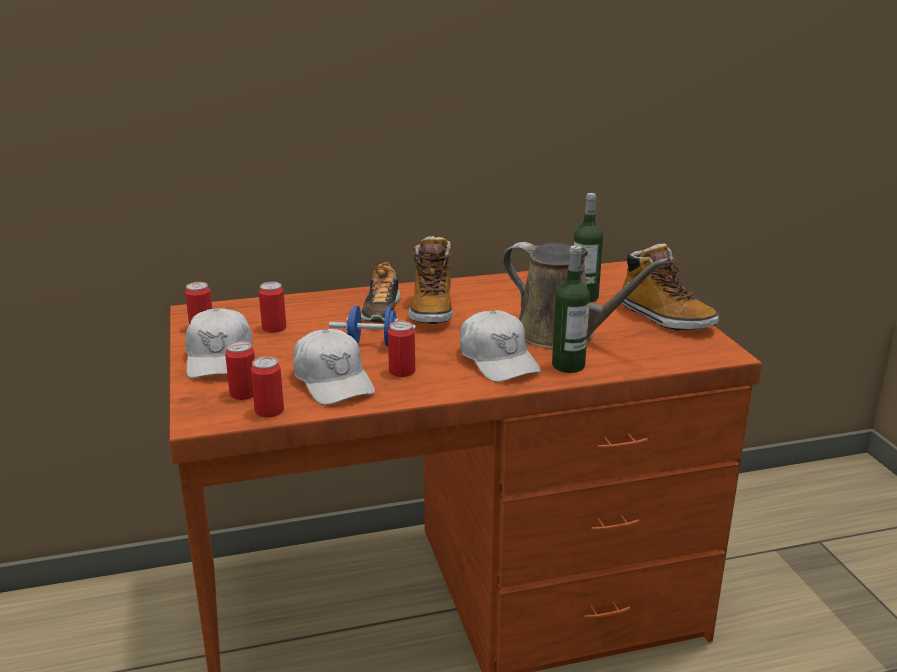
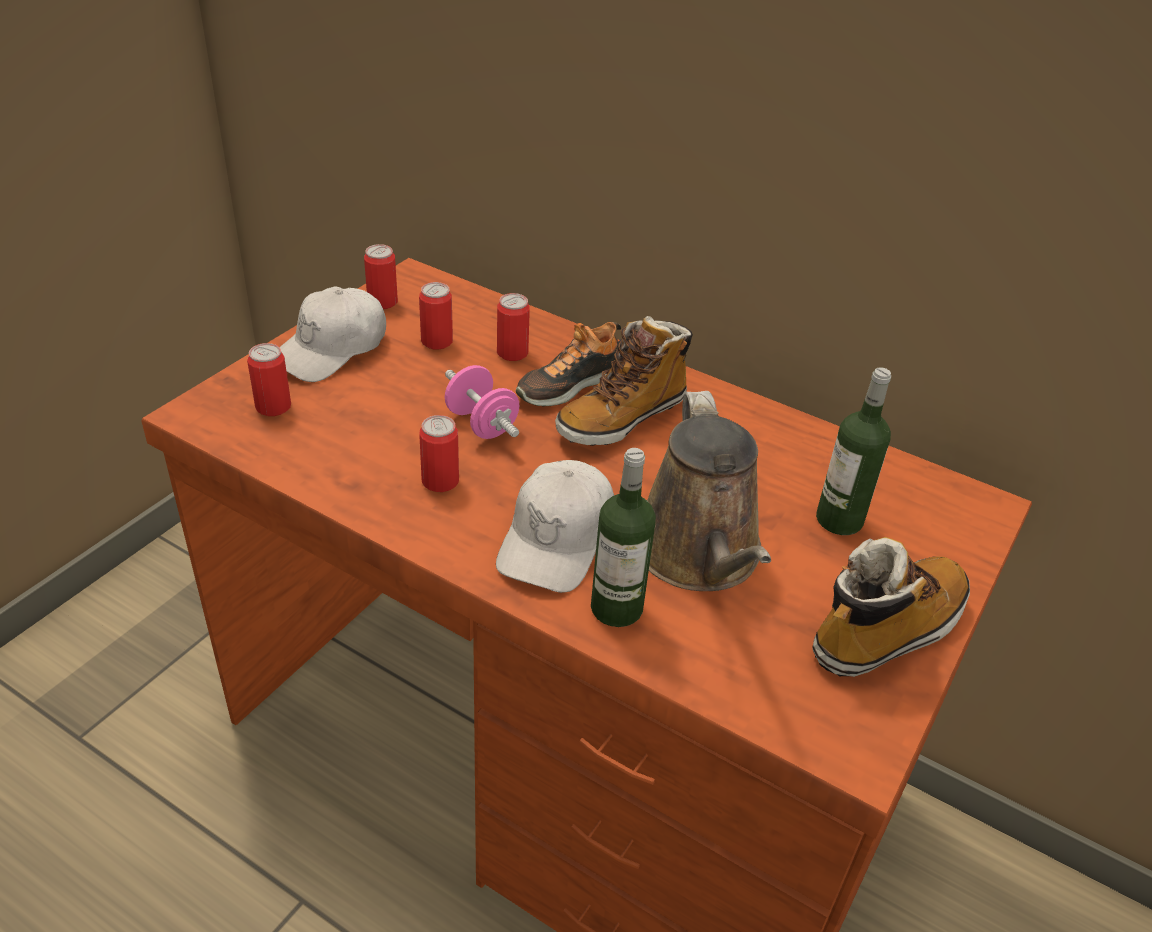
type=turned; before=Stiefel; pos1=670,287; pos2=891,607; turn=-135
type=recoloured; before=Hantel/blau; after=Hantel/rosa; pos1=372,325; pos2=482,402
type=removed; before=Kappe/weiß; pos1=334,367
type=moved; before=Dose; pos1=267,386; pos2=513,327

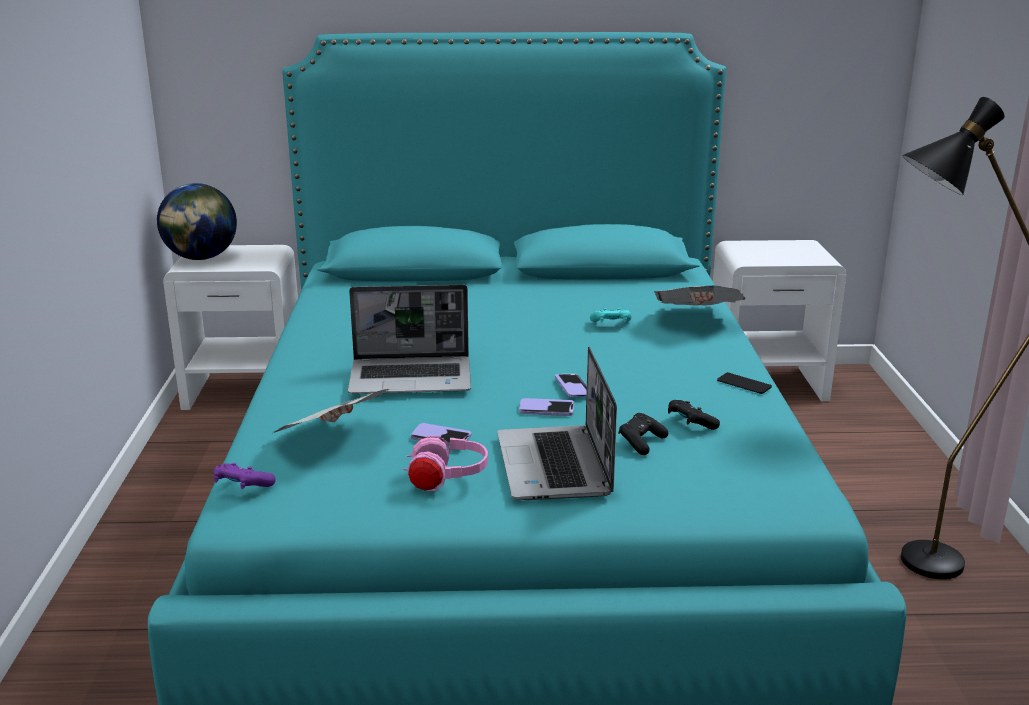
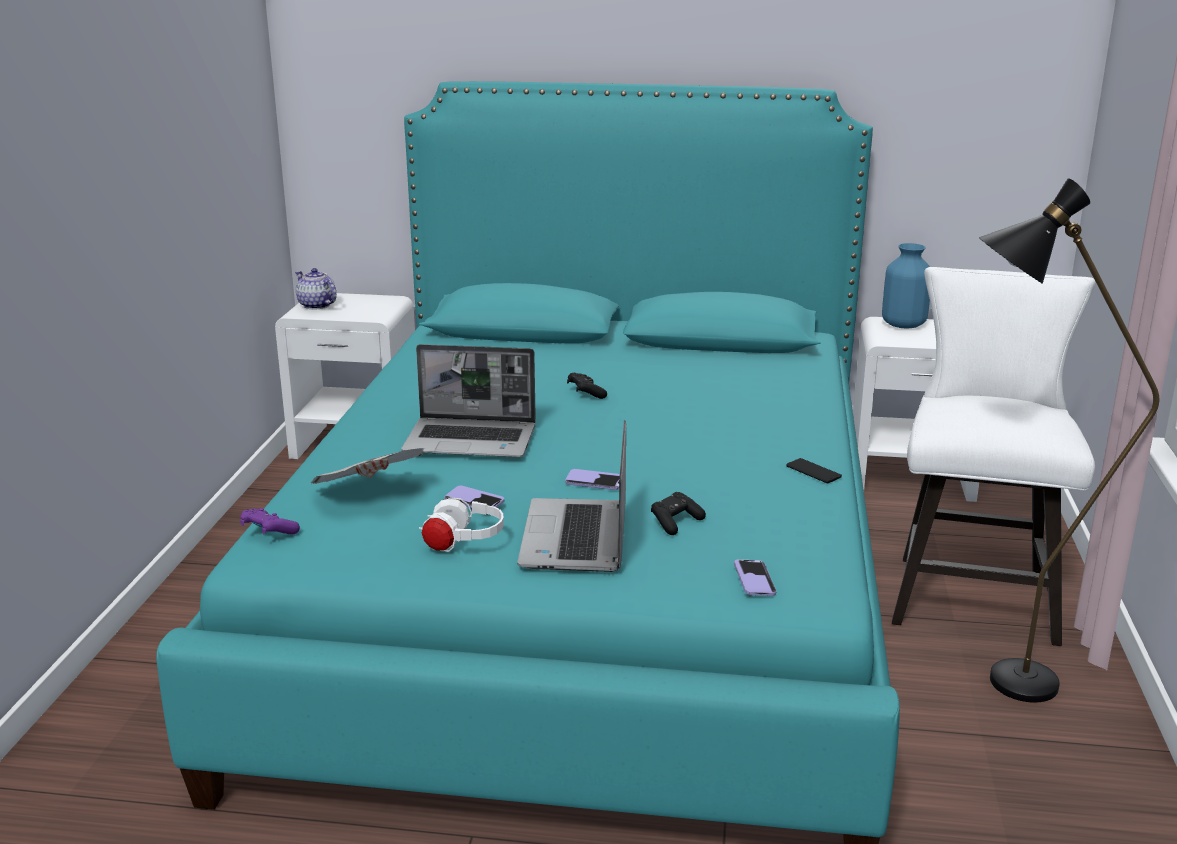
type=replaced; before=Globus; after=Teekanne; pos1=197,221; pos2=316,288
type=removed; before=Zeitung; pos1=700,295
type=removed; before=Gamepad/türkis; pos1=611,315
type=moved; before=Handy; pos1=571,385; pos2=755,577
type=moved; before=Gamepad/schwarz; pos1=694,415; pos2=587,386
type=recoloured; before=Kopfhörer/rosa; after=Kopfhörer/weiß; pos1=446,463; pos2=461,524
type=added; after=Vase/blau; pos2=906,286
type=added; after=Stuhl/weiß; pos2=994,456

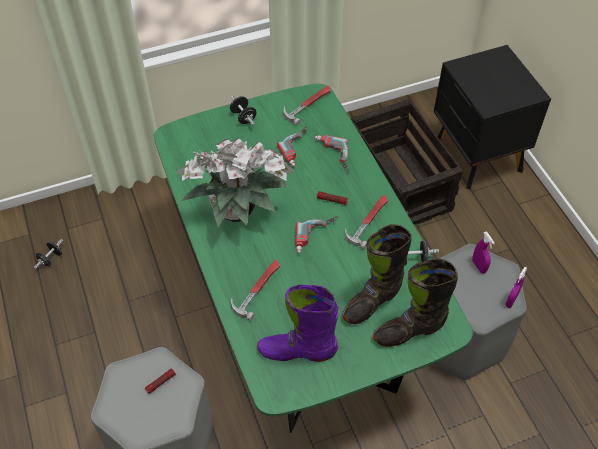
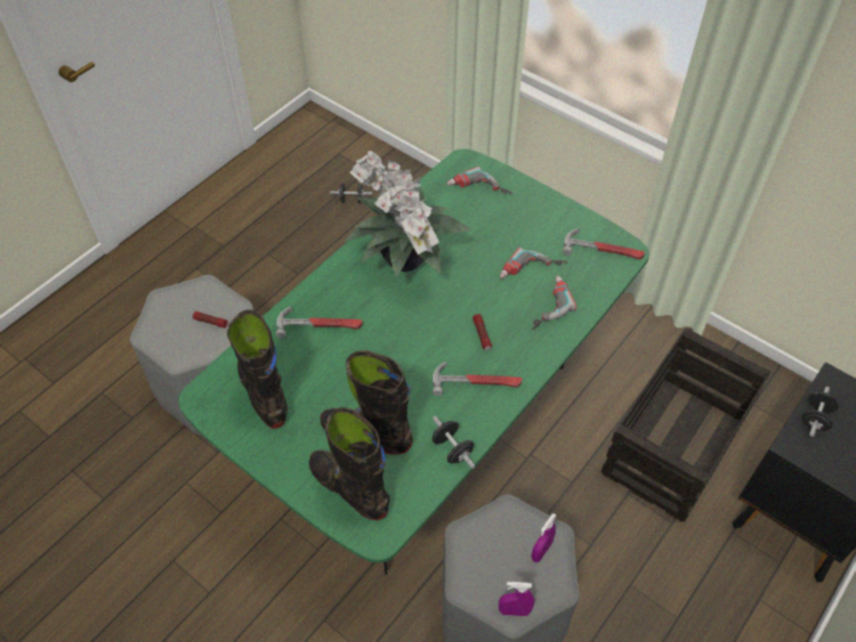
type=moved; before=Hantel/schwarz; pos1=243,110; pos2=820,412
type=moved; before=Bohrmaschine; pos1=316,235; pos2=479,180
type=recoloured; before=Stiefel/lila; after=Stiefel/schwarz; pos1=298,323; pos2=257,369

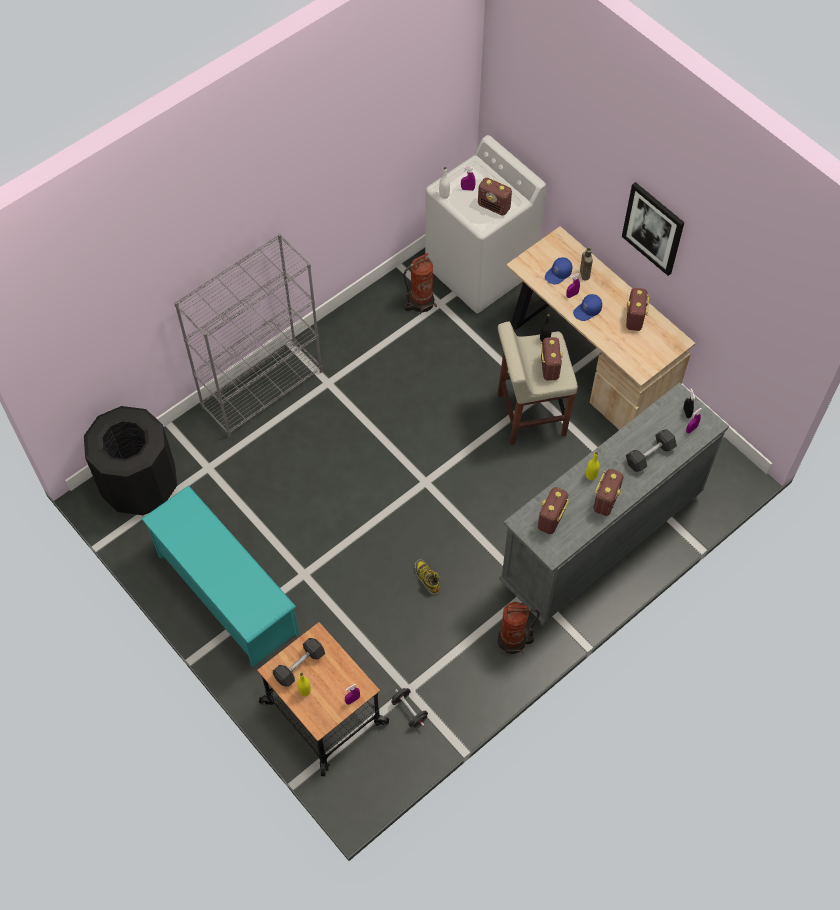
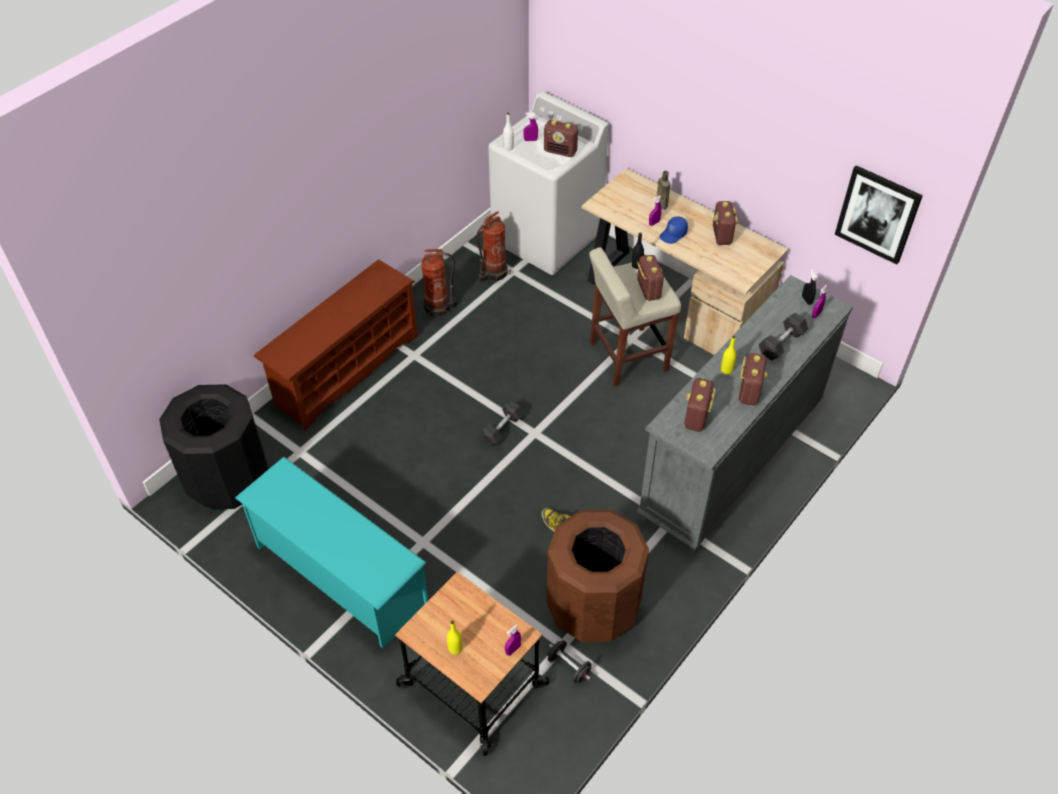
type=moved; before=Bild; pos1=653,229; pos2=879,215
type=replaced; before=Bücherregal/grau; after=Schuhregal/braun; pos1=248,335; pos2=336,345
type=removed; before=Kappe/blau; pos1=558,271
type=moved; before=Feuerlöscher; pos1=519,628; pos2=439,283
type=moved; before=Hantel/grau; pos1=299,662; pos2=502,423
type=added; after=Mülleimer/braun; pos2=598,576

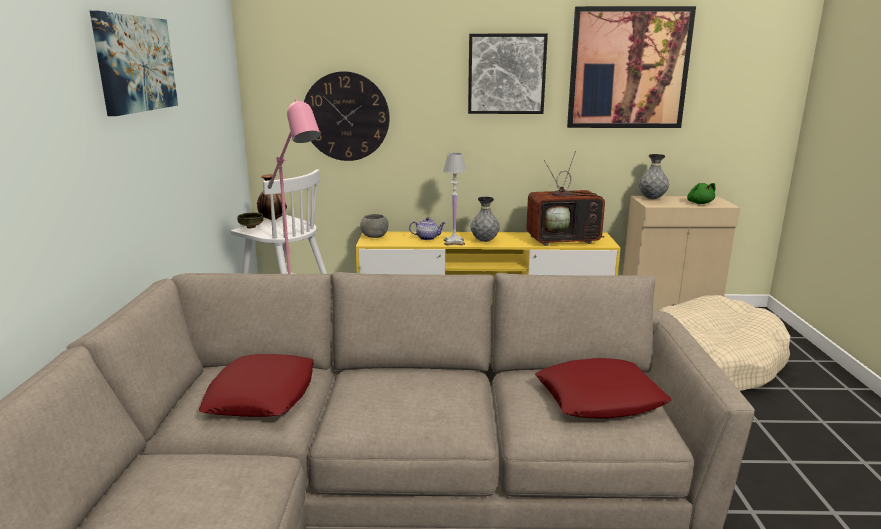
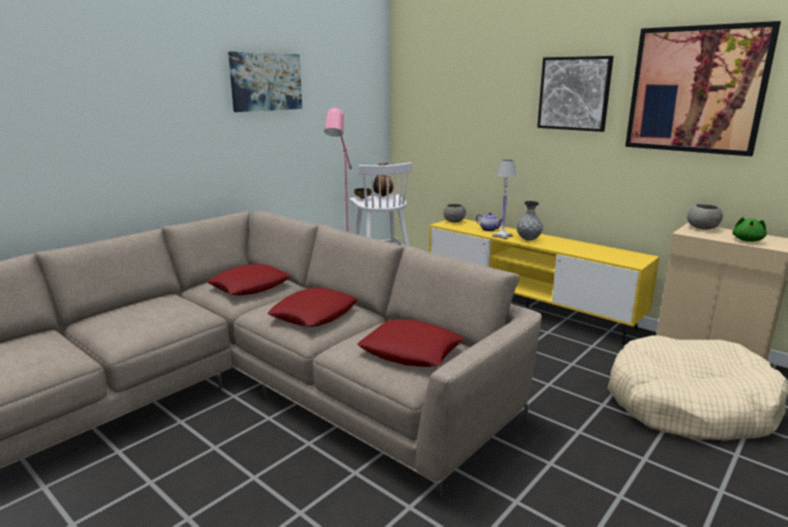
type=removed; before=Wanduhr; pos1=347,116
type=removed; before=Fernseher; pos1=565,198
type=replaced; before=Vase/grau; after=Schüssel/grau; pos1=654,176; pos2=705,217
type=added; after=Kissen/rot; pos2=312,307

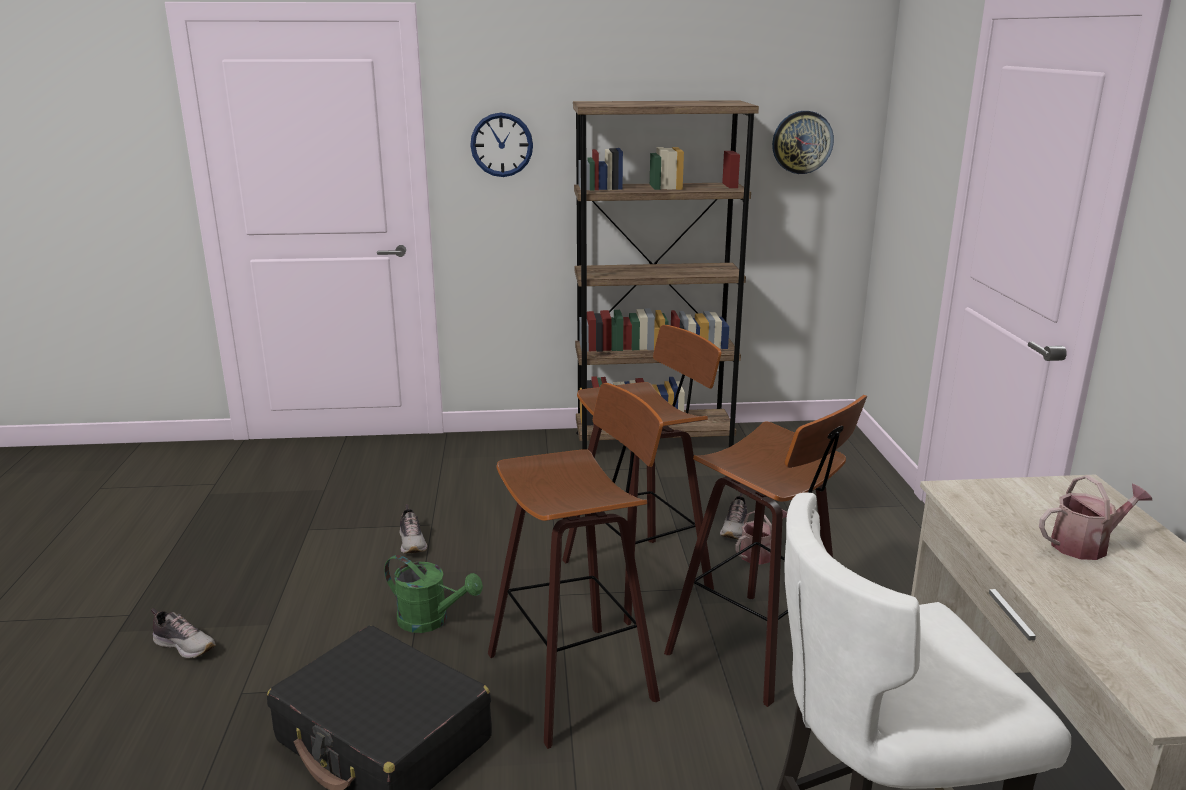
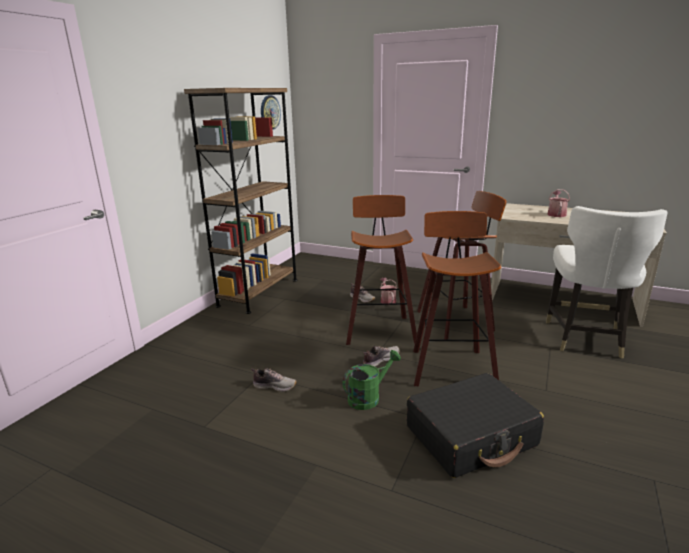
type=removed; before=Wanduhr; pos1=501,145
type=moved; before=Schuh; pos1=183,633; pos2=381,356

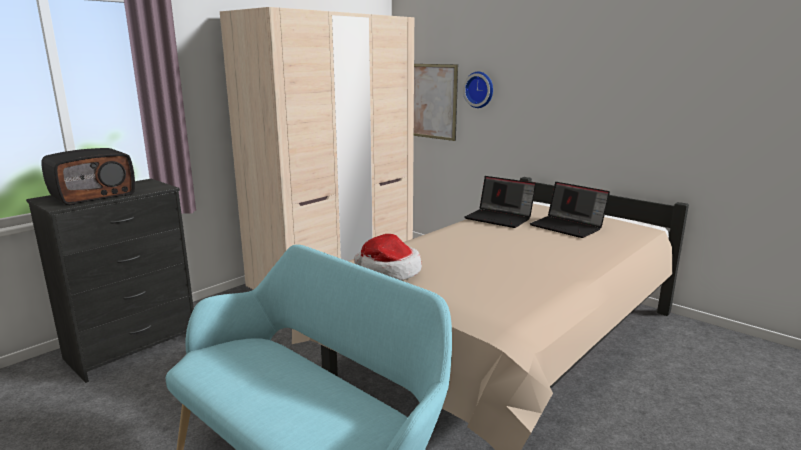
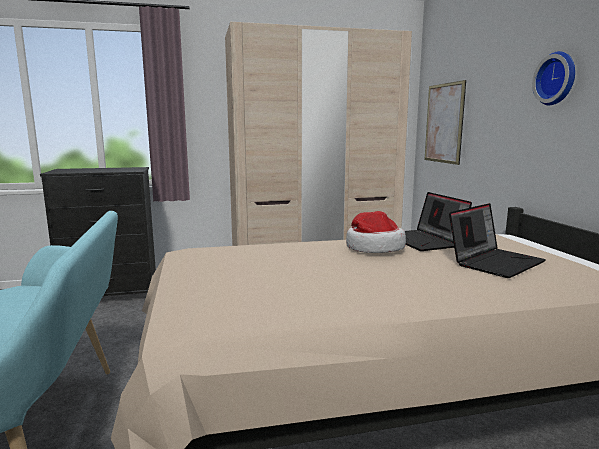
type=moved; before=Wanduhr; pos1=478,90; pos2=553,78
type=removed; before=Radio; pos1=88,176
type=turned; before=Laptop; pos1=570,210; pos2=497,240; turn=-120
type=moved; before=Hut; pos1=388,257; pos2=376,232

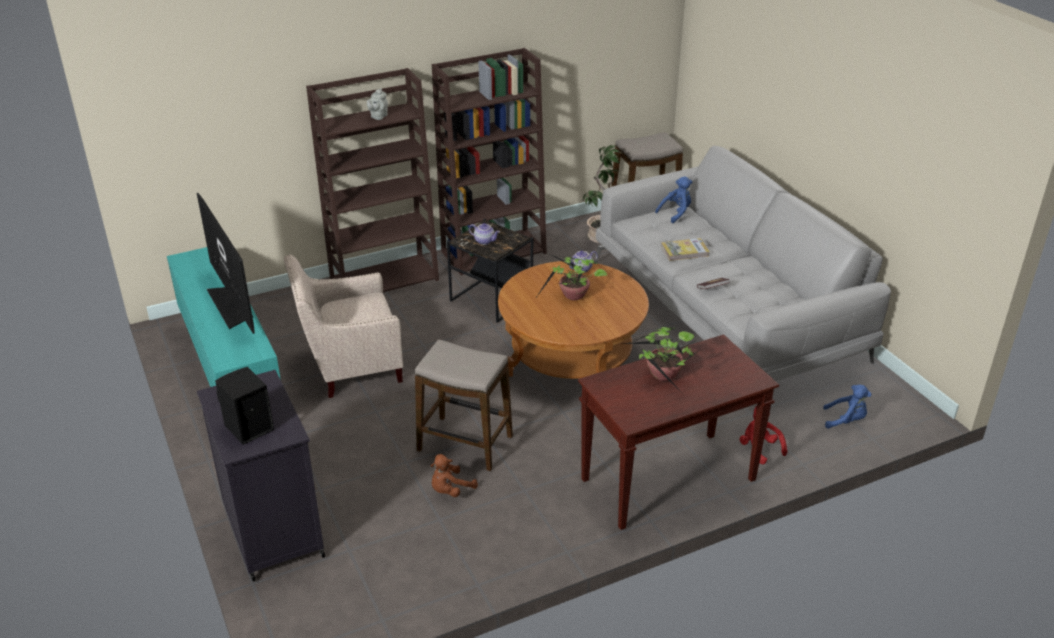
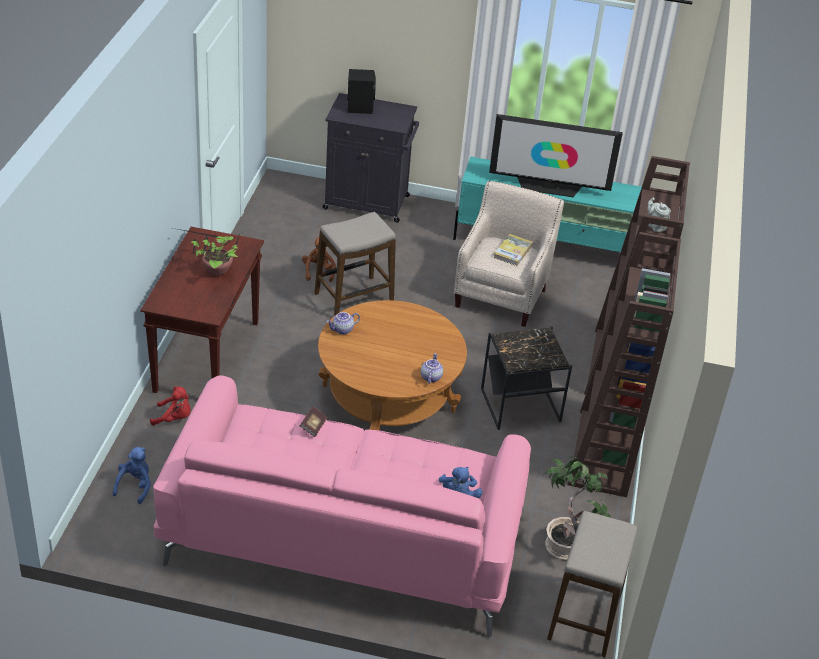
type=recoloured; before=Sofa/grau; after=Sofa/rosa; pos1=743,263; pos2=342,506
type=moved; before=Teekanne; pos1=484,234; pos2=343,323
type=moved; before=Buch; pos1=685,249; pos2=513,250
type=removed; before=Topfpflanze; pos1=571,277
type=turned; before=Plüschtier/blau; pos1=847,406; pos2=132,475; turn=150

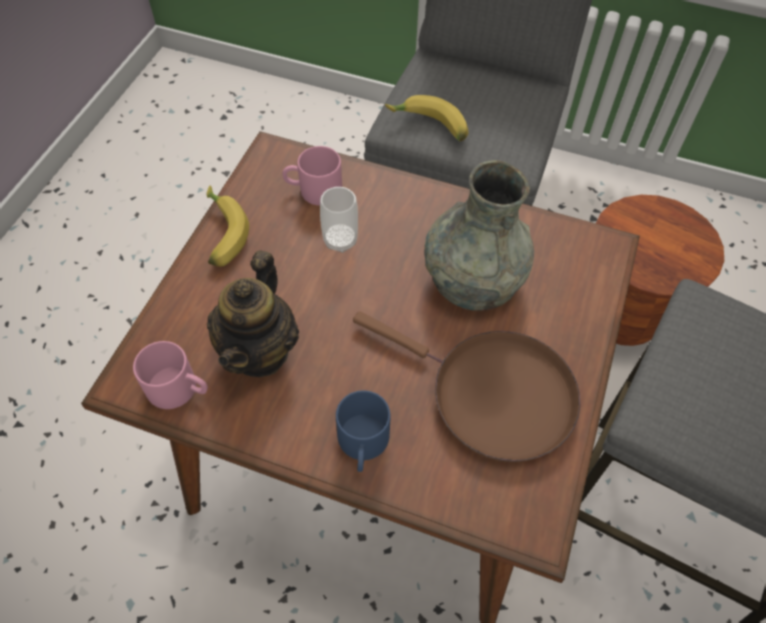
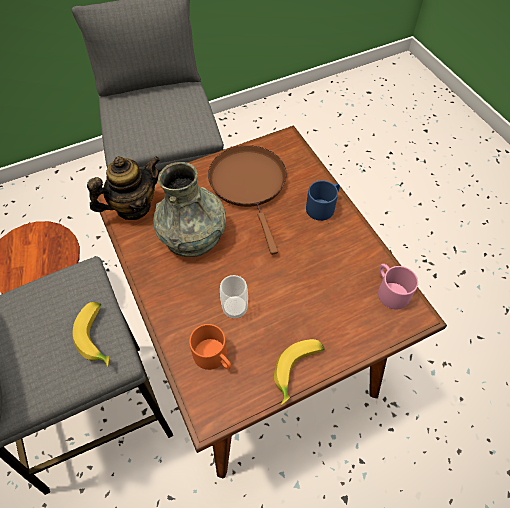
type=recoloured; before=Henkelbecher/rosa; after=Henkelbecher/orange; pos1=312,176; pos2=210,347
type=moved; before=Teekanne; pos1=253,313; pos2=123,188

